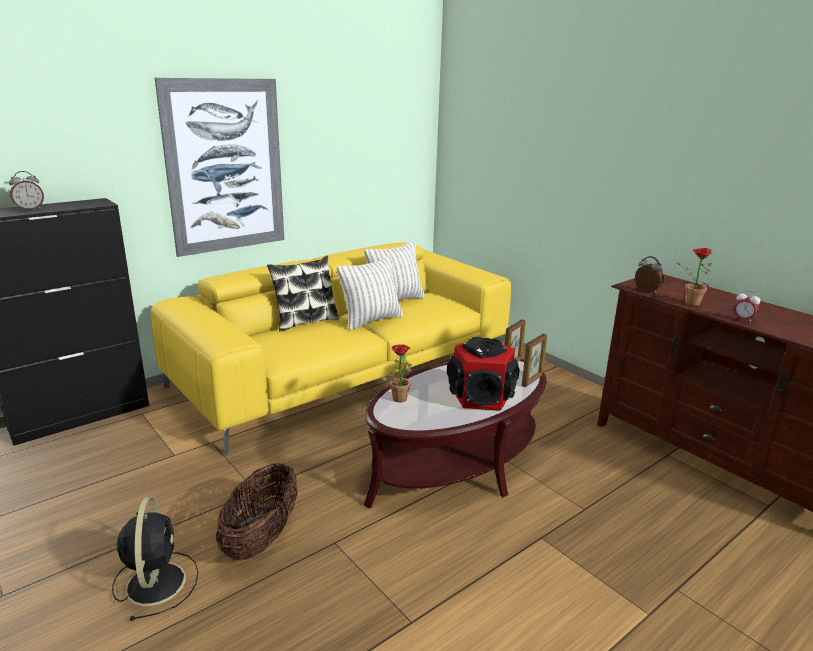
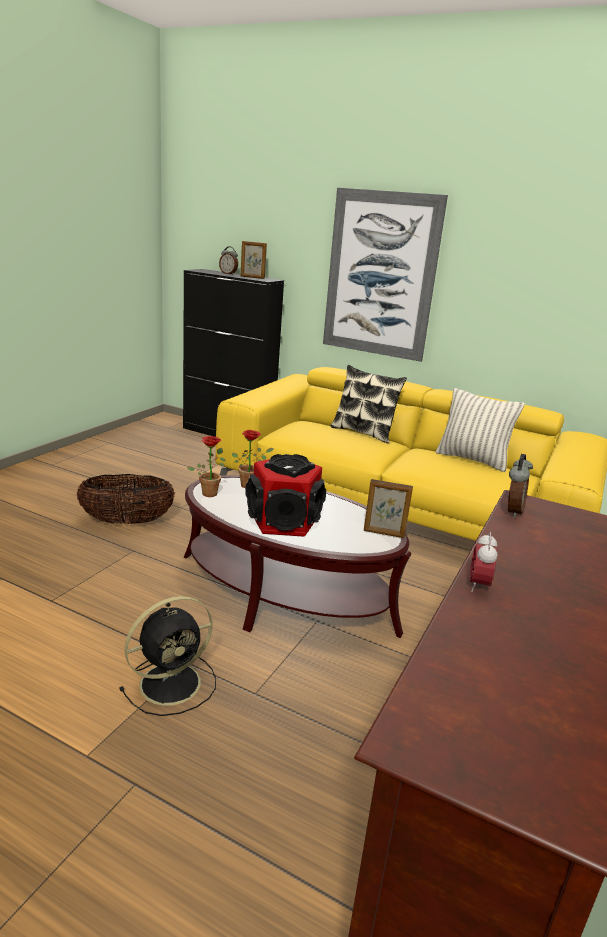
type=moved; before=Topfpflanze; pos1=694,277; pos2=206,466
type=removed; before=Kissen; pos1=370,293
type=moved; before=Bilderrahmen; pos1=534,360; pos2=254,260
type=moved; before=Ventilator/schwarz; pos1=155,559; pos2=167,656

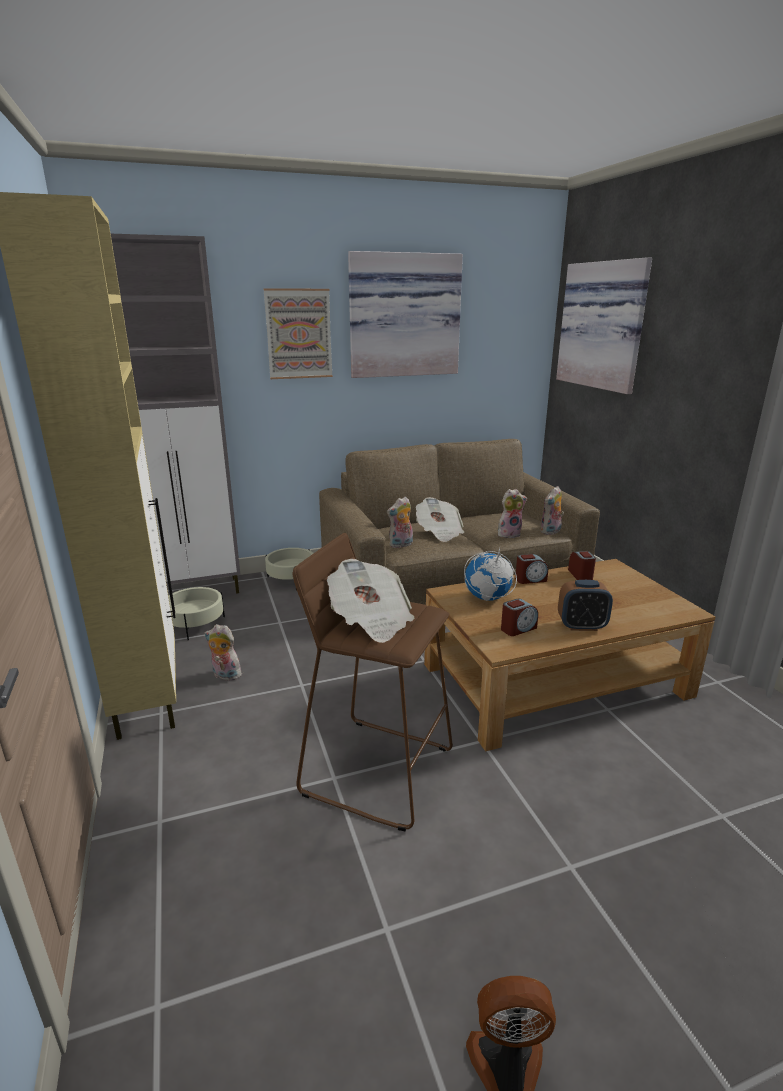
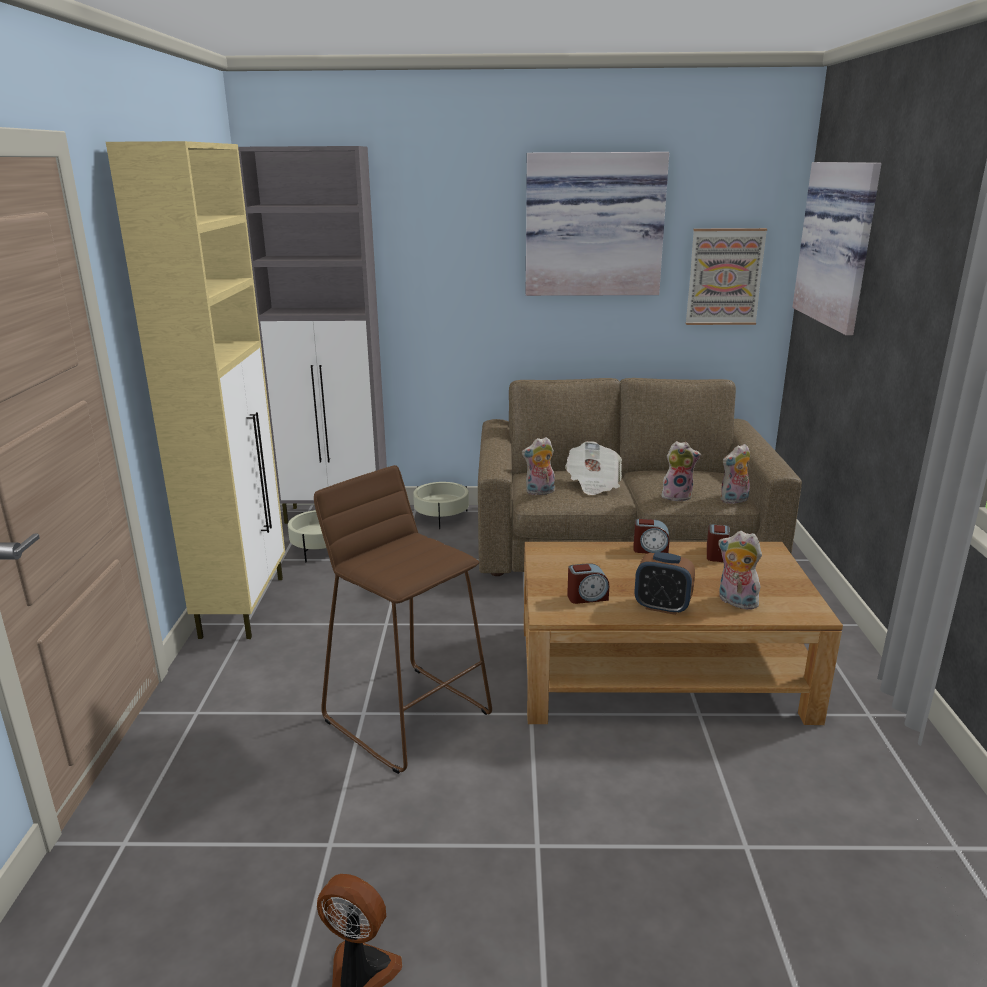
type=moved; before=Bild; pos1=298,333; pos2=726,276
type=removed; before=Globus; pos1=490,574
type=removed; before=Zeitung; pos1=370,601
type=moved; before=Plüschtier; pos1=223,652; pos2=740,570

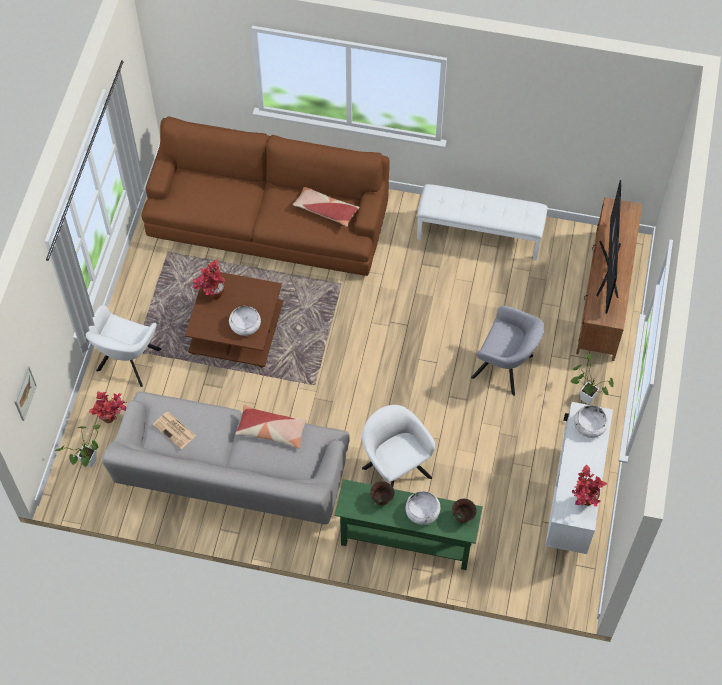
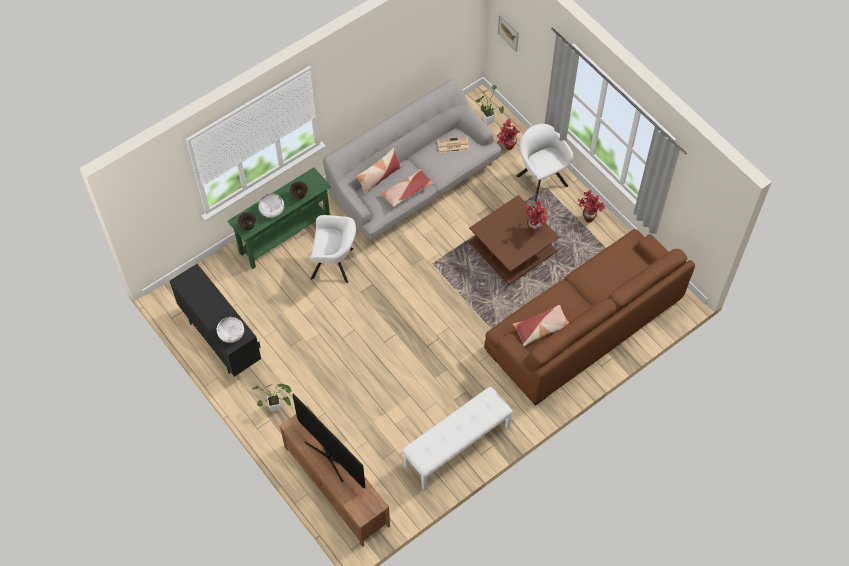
type=removed; before=Schüssel/weiß; pos1=245,321
type=removed; before=Sessel/grau; pos1=507,351
type=recoloured; before=Schrank/weiß; after=Schrank/schwarz; pos1=579,478; pos2=215,320
type=moved; before=Topfpflanze; pos1=589,486; pos2=591,206
type=added; after=Kissen; pos2=379,171

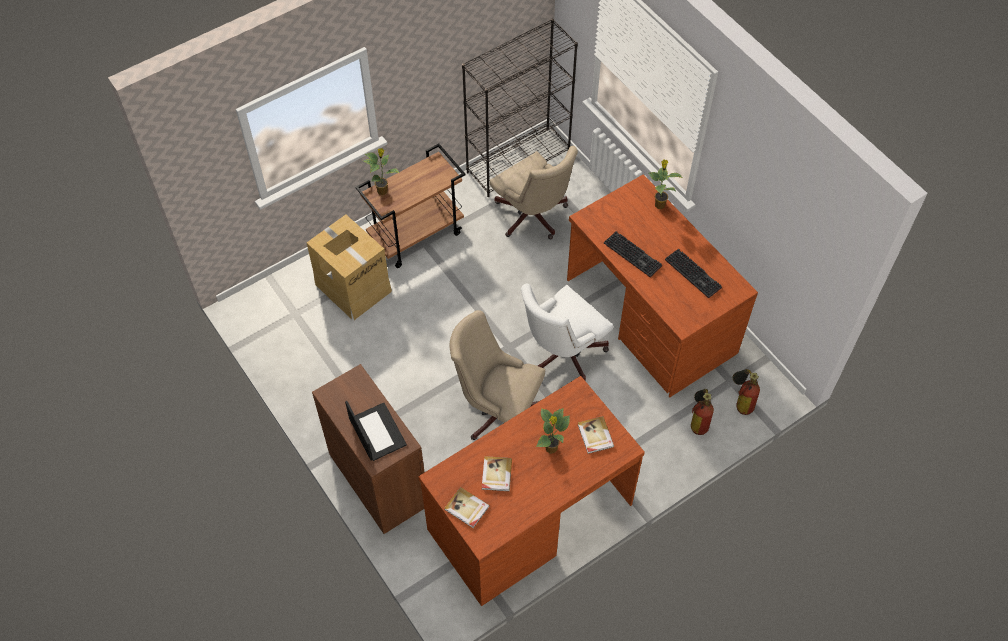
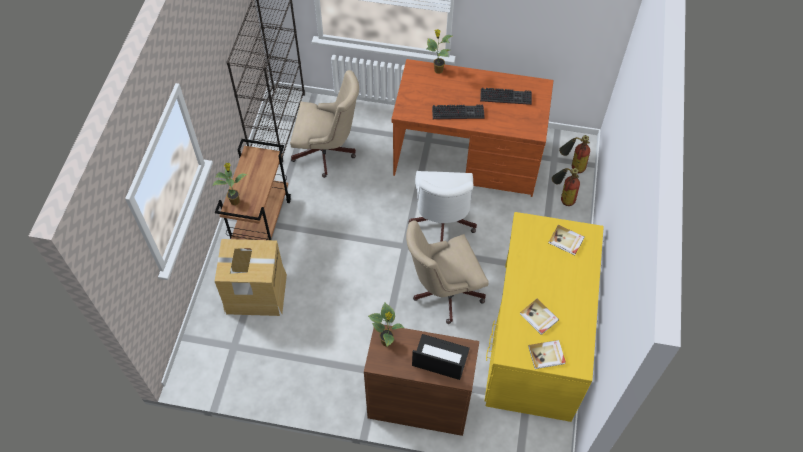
type=recoloured; before=Schreibtisch/braun; after=Schreibtisch/gelb; pos1=531,491; pos2=544,317
type=moved; before=Topfpflanze; pos1=553,430; pos2=386,325

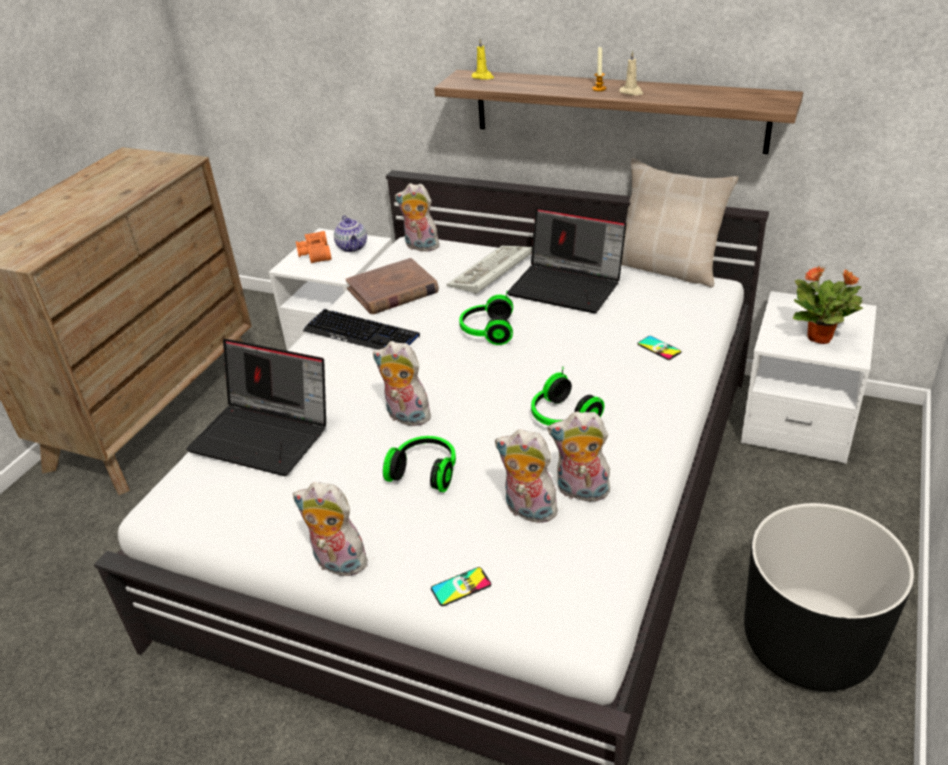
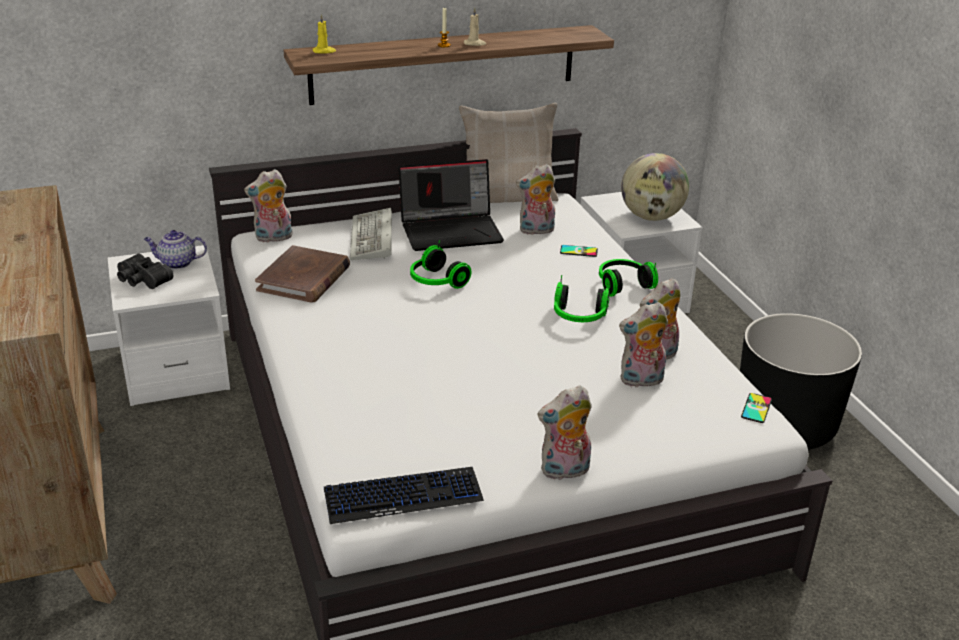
type=turned; before=Teekanne; pos1=350,233; pos2=175,249; turn=150
type=recoloured; before=Fernglas/orange; after=Fernglas/schwarz; pos1=314,247; pos2=145,271
type=replaced; before=Topfpflanze; after=Globus; pos1=828,304; pos2=655,187
type=moved; before=Tastatur; pos1=361,329; pos2=404,495
type=removed; before=Laptop; pos1=256,407
type=moved; before=Plüschtier; pos1=403,383; pos2=535,199
type=moved; before=Kopfhörer; pos1=419,464; pos2=628,278
type=moved; before=Handy; pos1=461,586; pos2=756,408

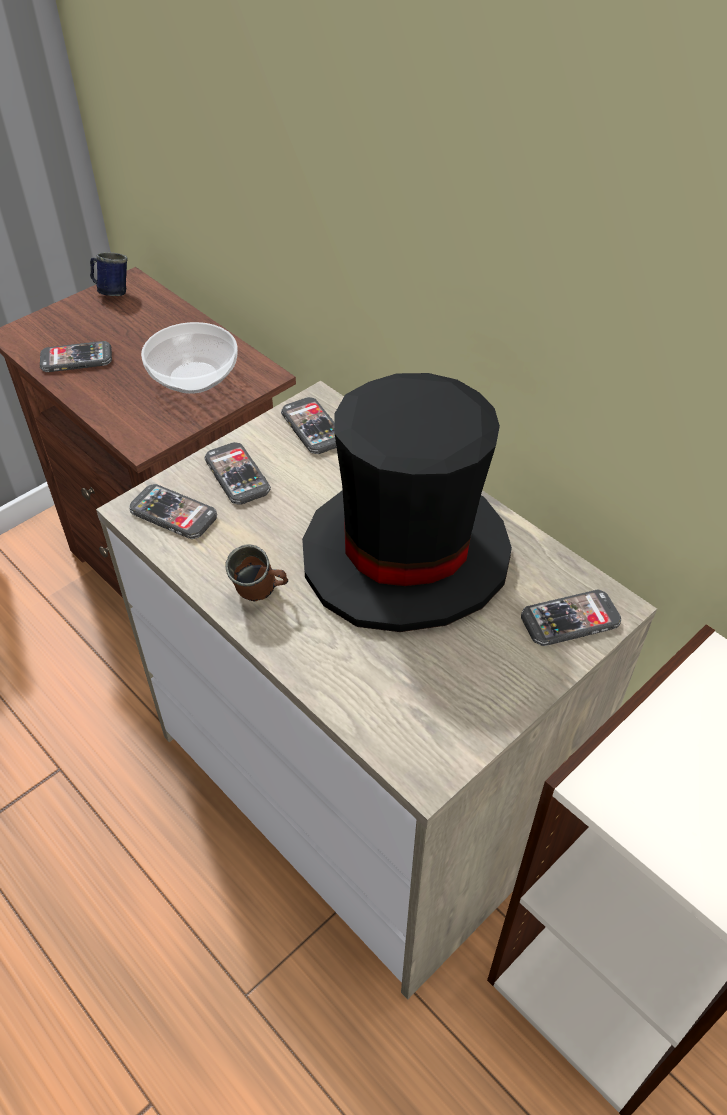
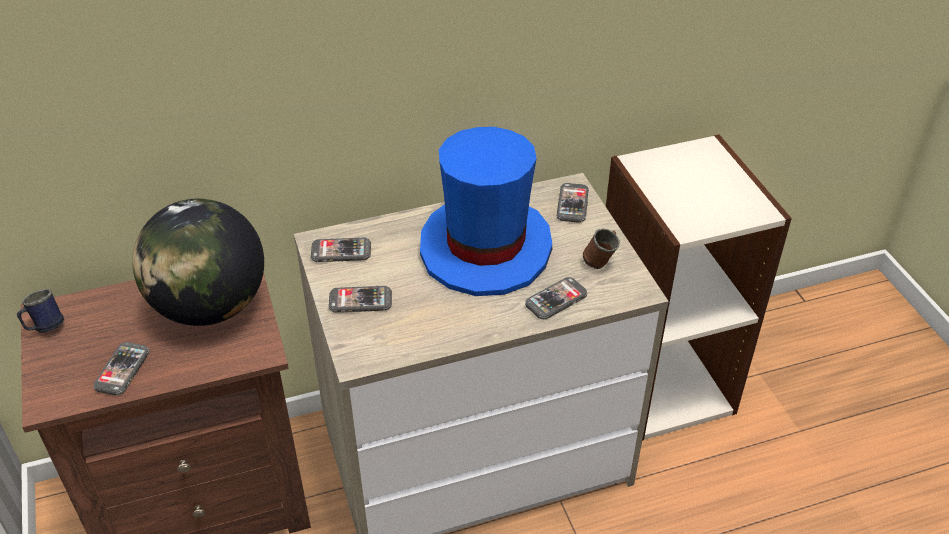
type=replaced; before=Schüssel; after=Globus; pos1=189,358; pos2=198,262
type=recoloured; before=Hut/schwarz; after=Hut/blau; pos1=407,502; pos2=486,211
type=moved; before=Handy; pos1=173,511; pos2=556,298
type=moved; before=Henkelbecher/braun; pos1=256,573; pos2=601,248

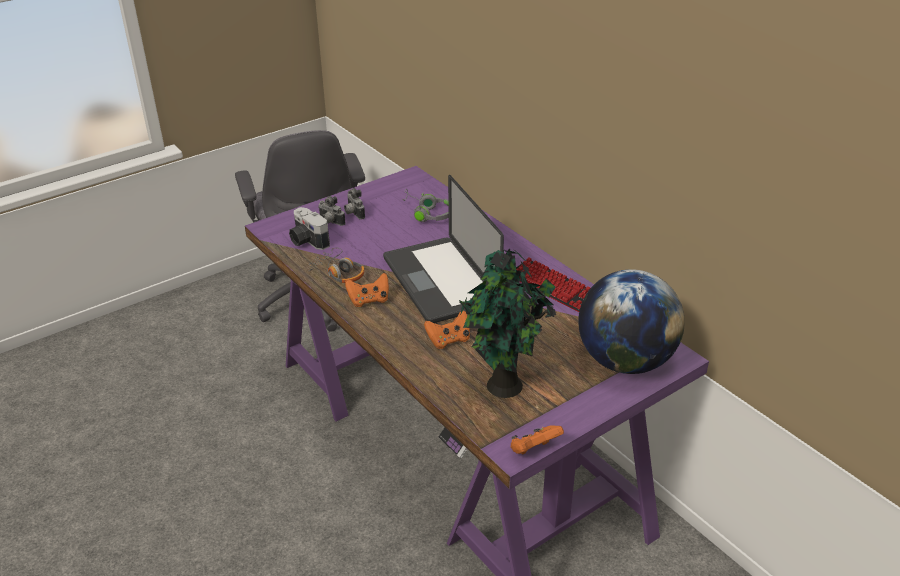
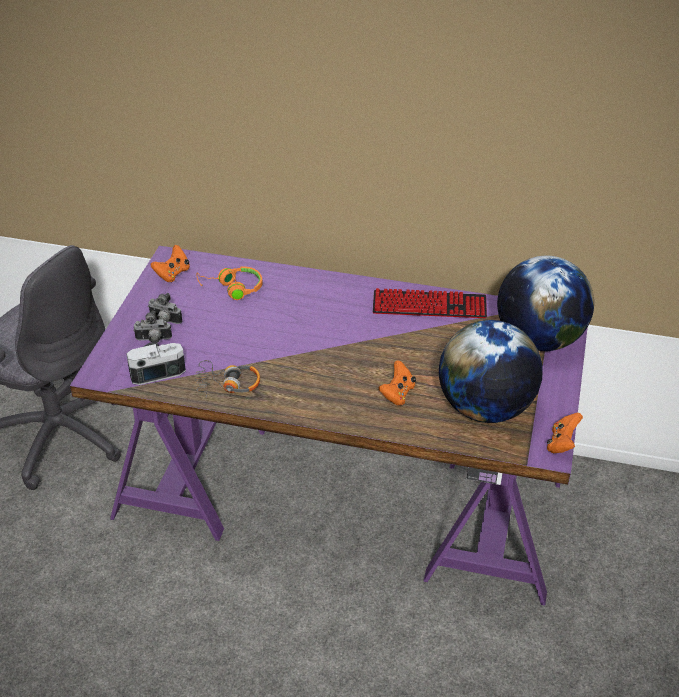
type=removed; before=Laptop; pos1=443,249
type=recoloured; before=Kopfhörer/grau; after=Kopfhörer/orange; pos1=426,205; pos2=229,283
type=turned; before=Kamera; pos1=309,228; pos2=156,364; turn=150
type=replaced; before=Topfpflanze; after=Globus; pos1=507,323; pos2=491,371
type=moved; before=Gamepad/orange; pos1=367,290; pos2=170,263

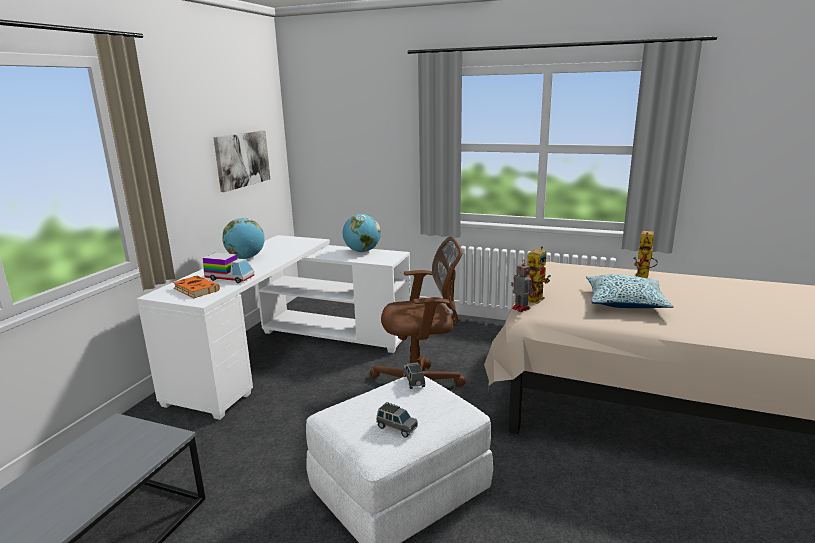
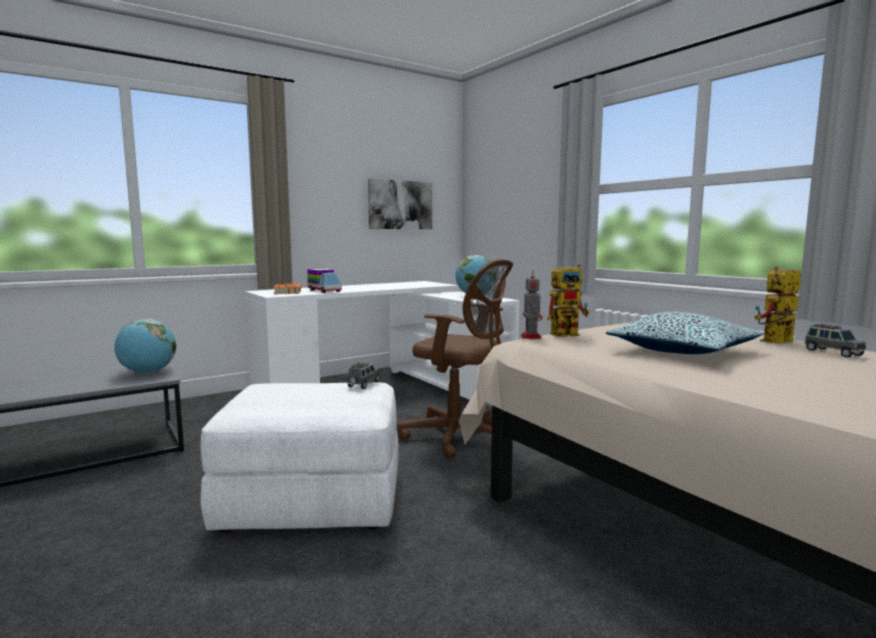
type=moved; before=Globus; pos1=243,238; pos2=145,346
type=moved; before=Spielzeugauto/grau; pos1=397,420; pos2=835,340

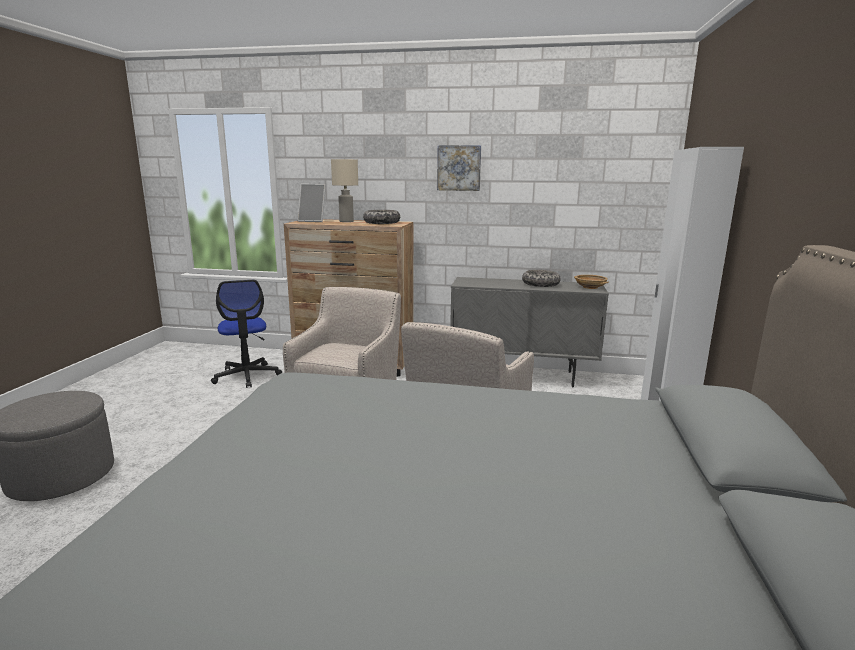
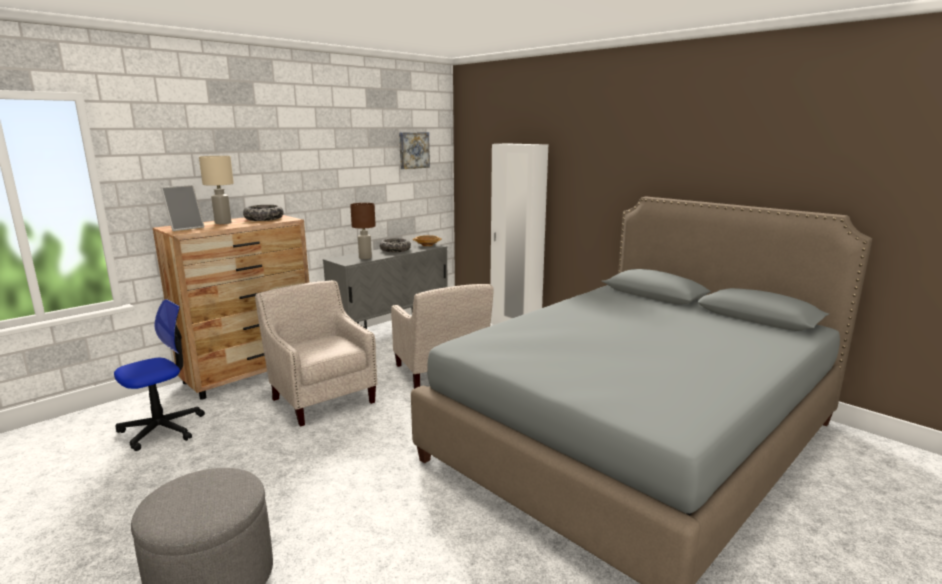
type=moved; before=Bild; pos1=459,168; pos2=414,150
type=turned; before=Bürostuhl; pos1=246,334; pos2=159,375; turn=-60
type=added; after=Tischlampe/braun; pos2=363,231

